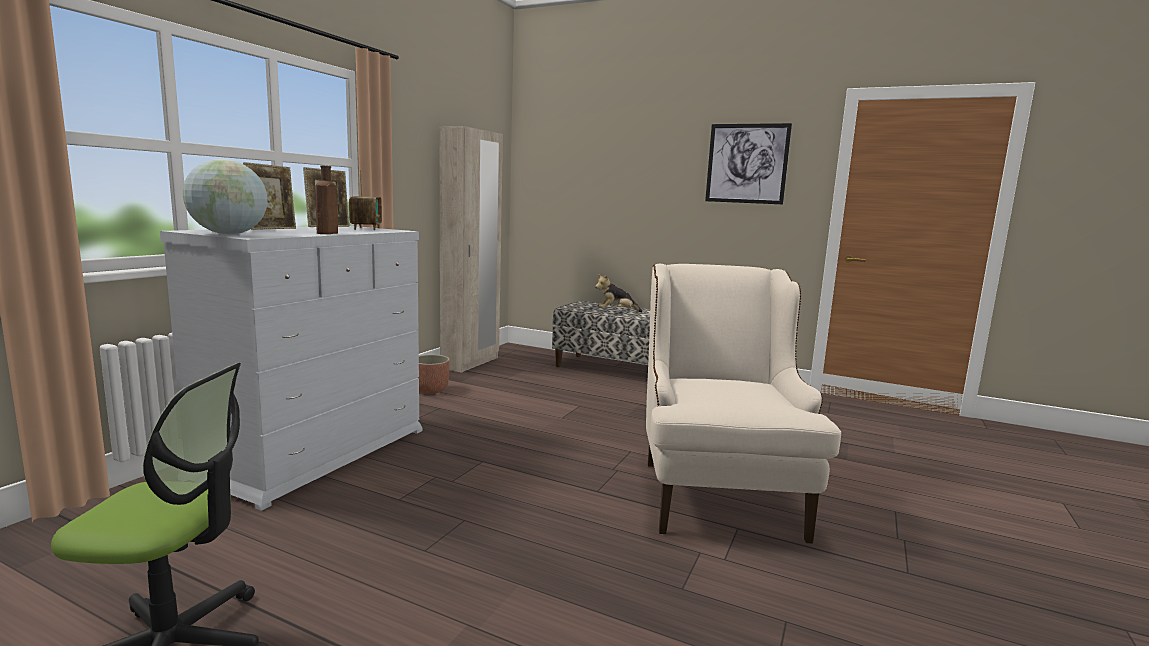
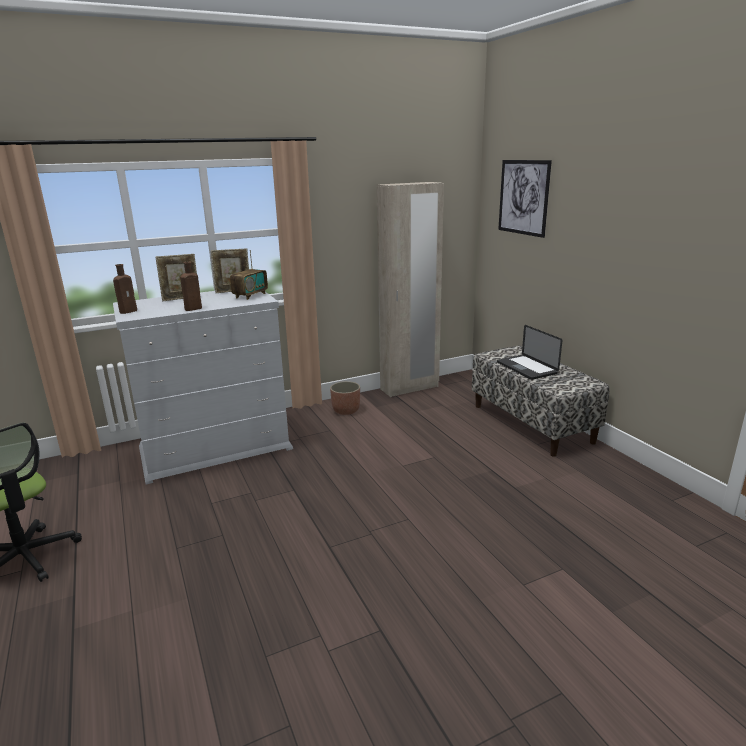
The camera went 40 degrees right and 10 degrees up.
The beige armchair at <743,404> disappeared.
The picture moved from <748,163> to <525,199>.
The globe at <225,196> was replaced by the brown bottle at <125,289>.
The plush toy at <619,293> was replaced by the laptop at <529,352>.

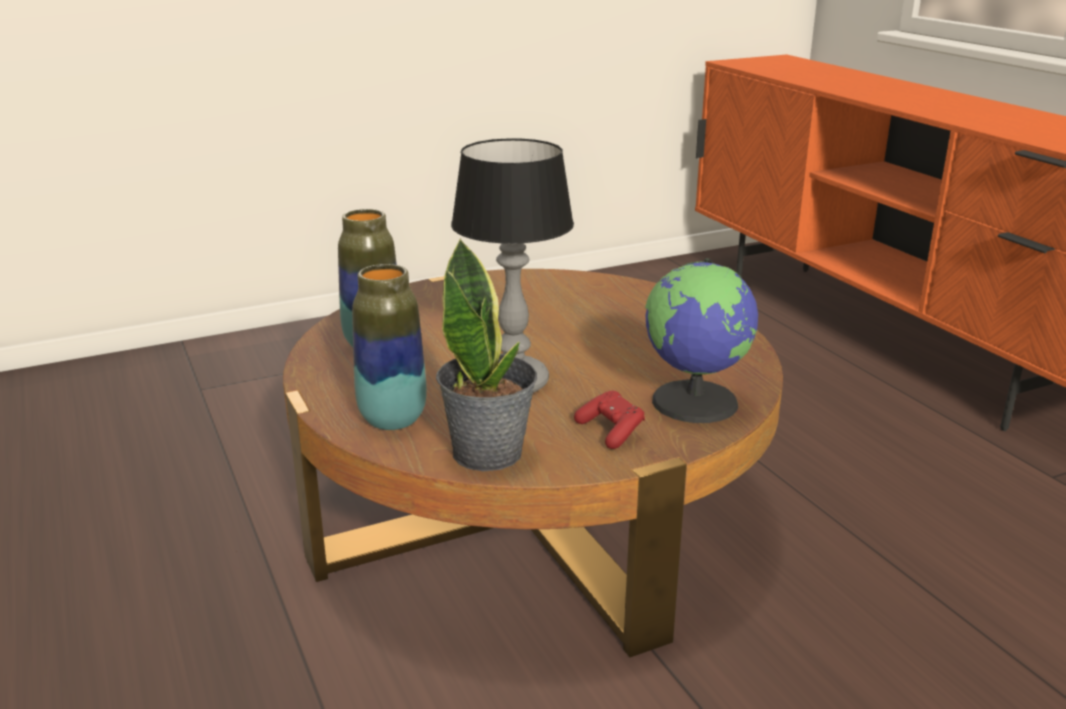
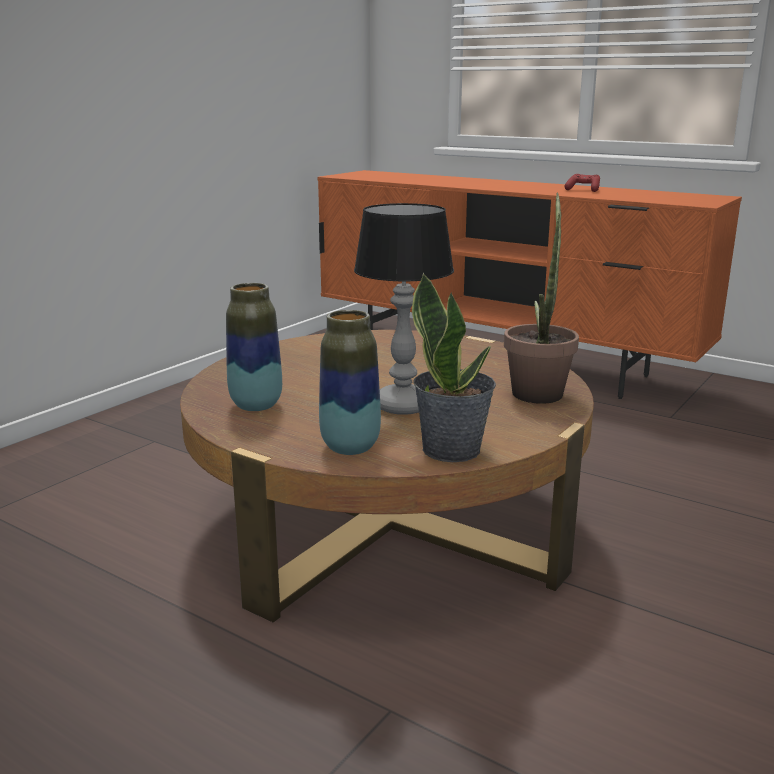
The camera went 30 degrees left and 5 degrees down.
The red game controller moved from <609,420> to <582,183>.
The globe at <702,340> was replaced by the potted plant at <541,298>.

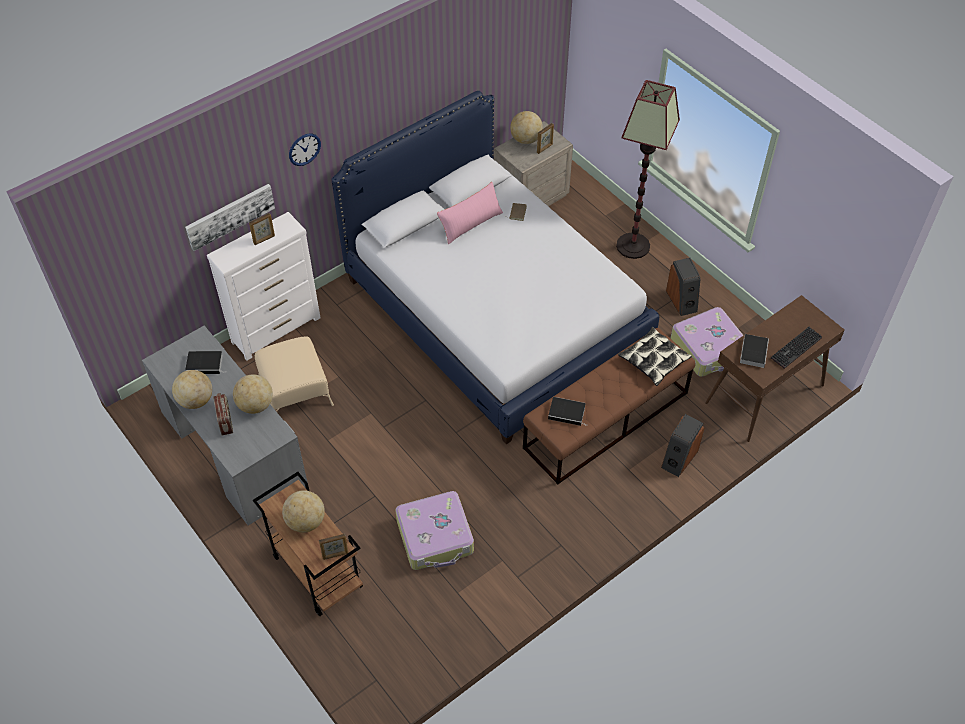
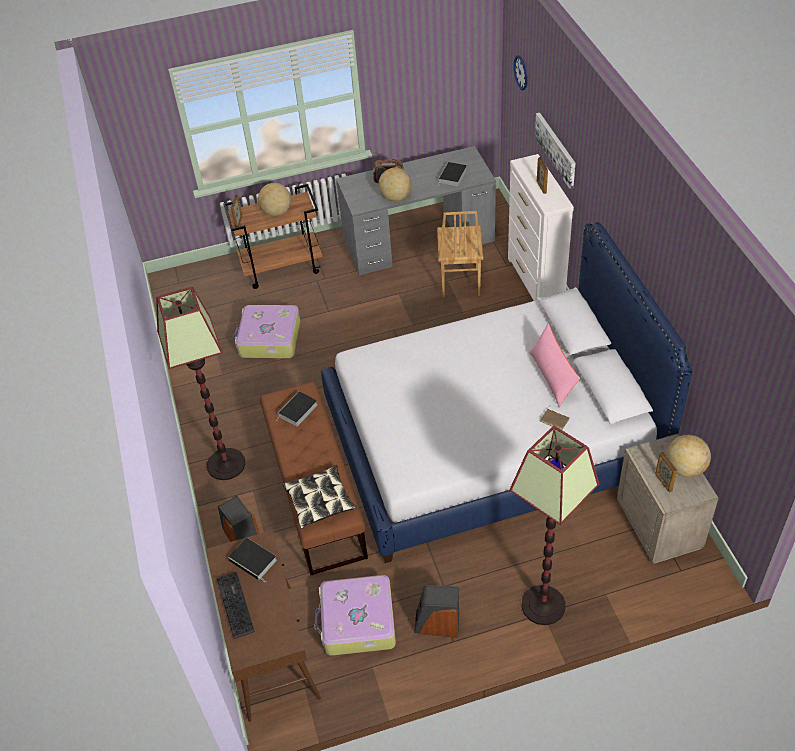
The camera went 115 degrees right and 5 degrees down.
The globe at <192,389> disappeared.
The floor lamp at <200,383> appeared.
The wall clock moved from <305,150> to <520,73>.
The beige ottoman at <294,373> was replaced by the brown chair at <460,254>.

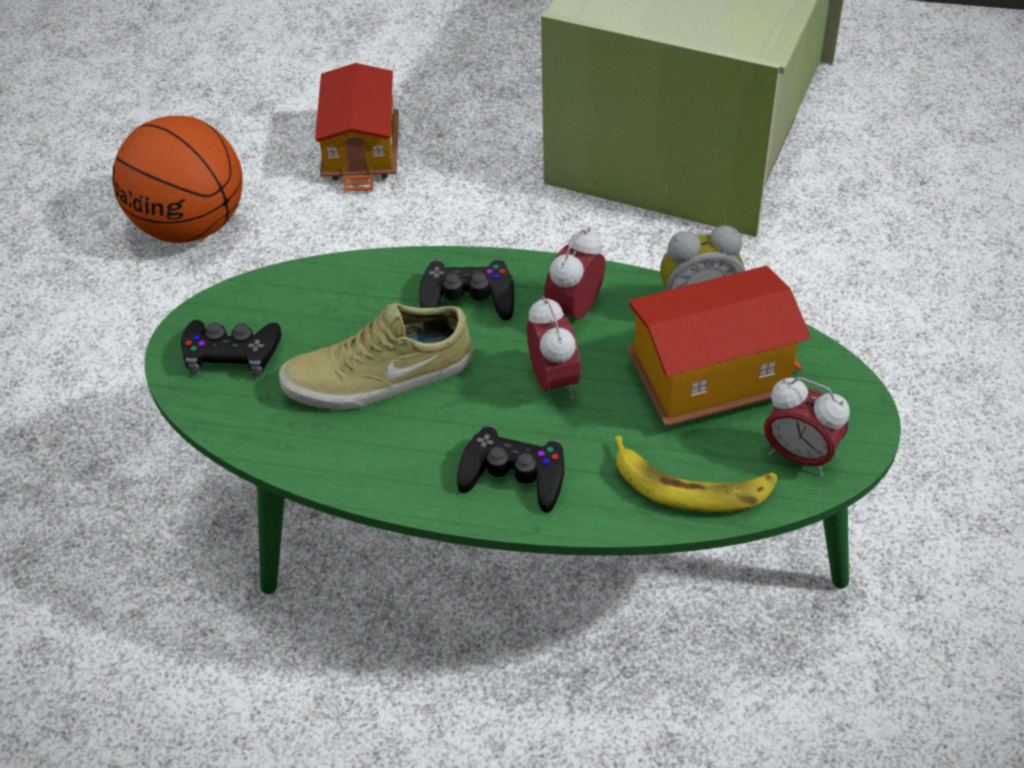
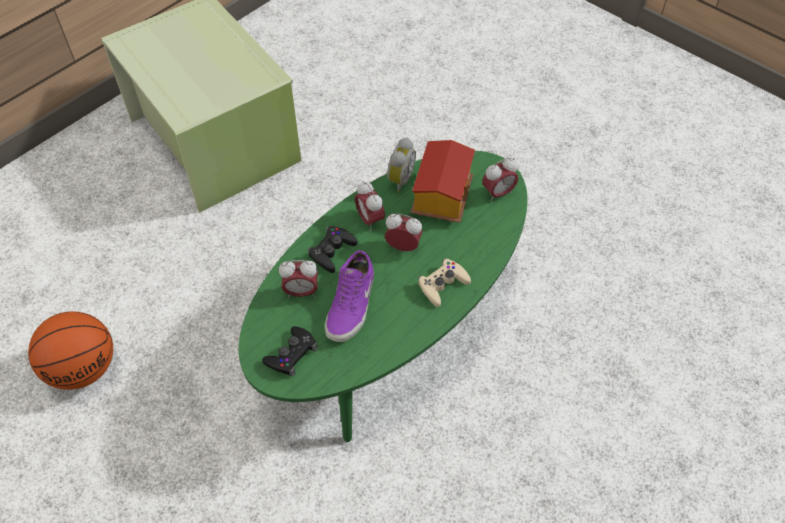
The camera went 60 degrees left and 5 degrees up.
The toy house at <357,128> disappeared.
The banana at <696,474> disappeared.
The alarm clock at <298,279> appeared.
The beige shoe at <376,356> became the purple shoe at <349,296>.
The black game controller at <510,469> became the beige game controller at <444,282>.

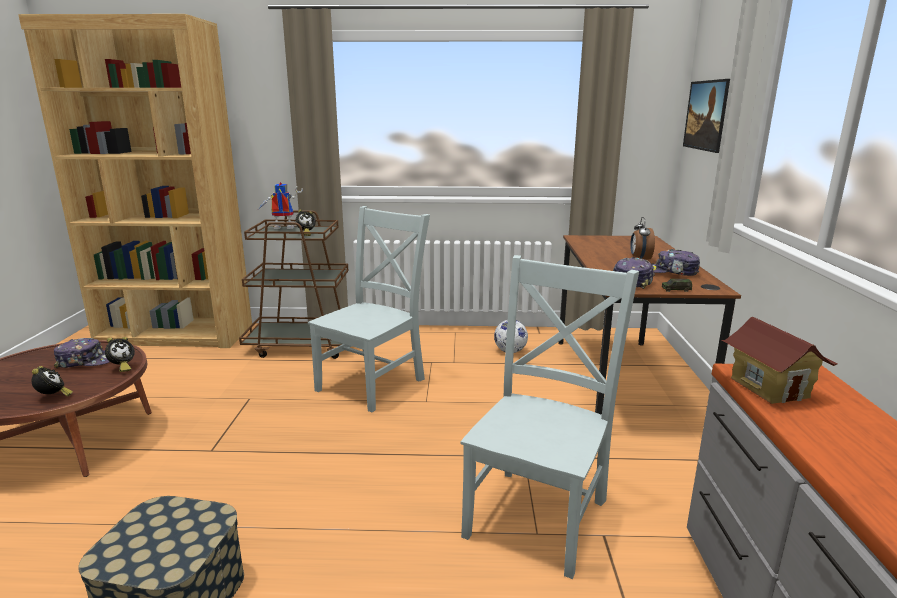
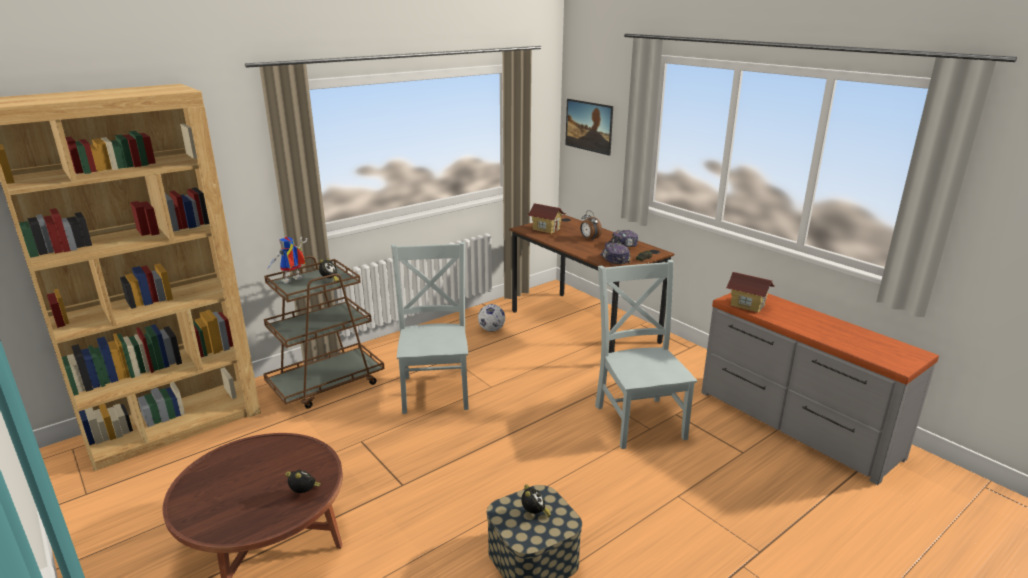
The camera went 40 degrees left and 5 degrees up.
The cap at <82,353> disappeared.
The toy house at <547,218> appeared.
The alarm clock moved from <120,354> to <536,501>.

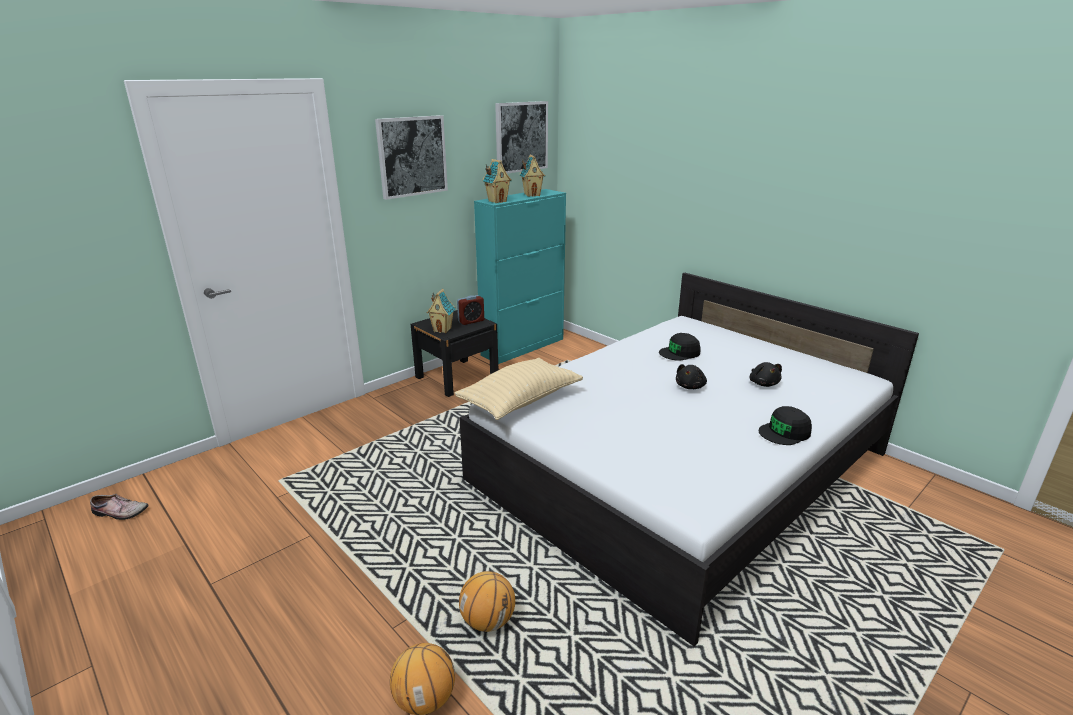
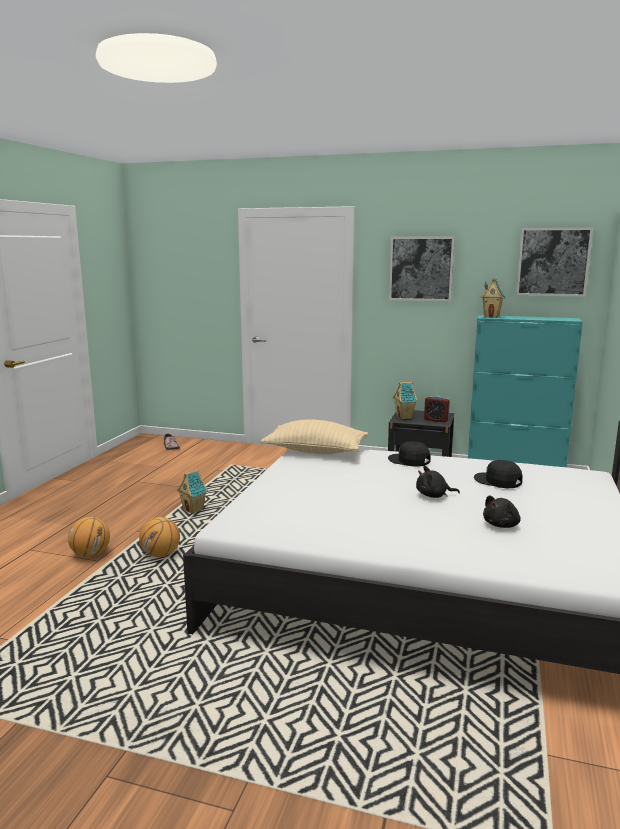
The camera went 60 degrees right and 10 degrees down.
The toy house moved from <533,176> to <192,491>.
The black cap moved from <785,425> to <409,454>.

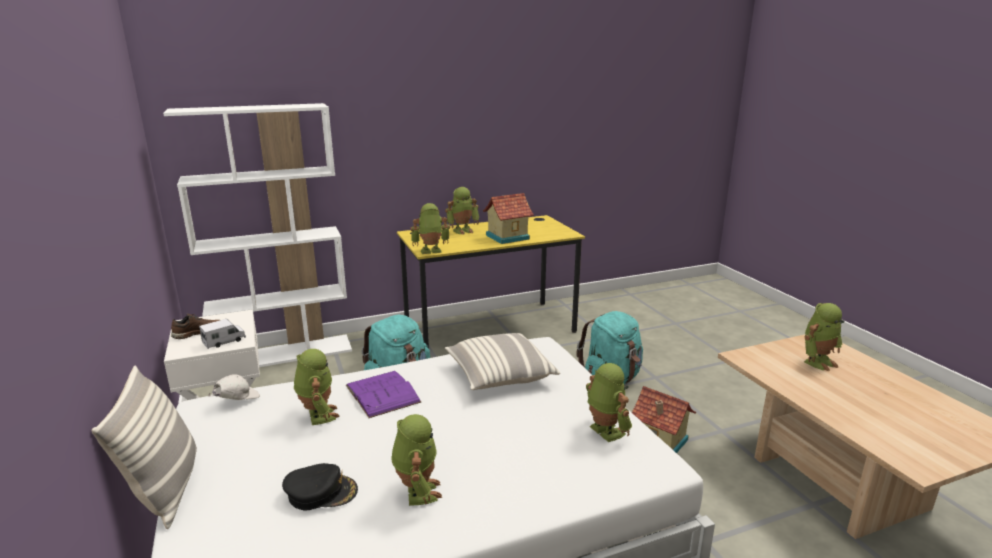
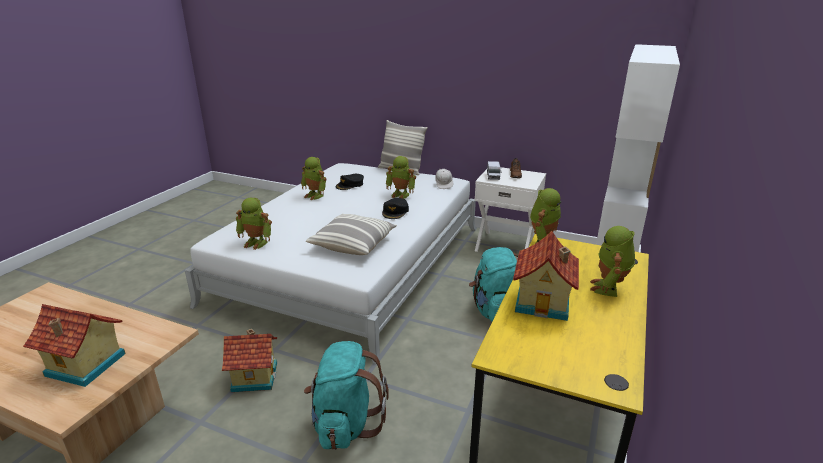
The camera went 135 degrees right and 5 degrees up.
The purple book at <383,394> was replaced by the black cap at <395,208>.
The toy robot at <824,337> was replaced by the toy house at <74,345>.

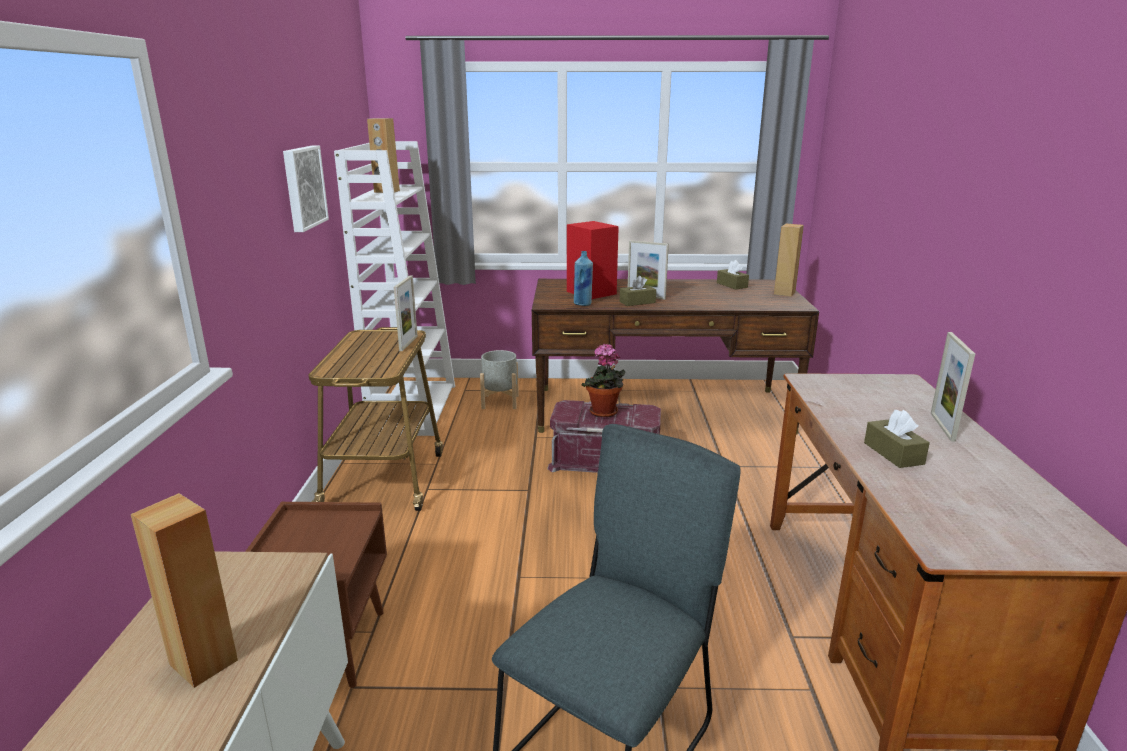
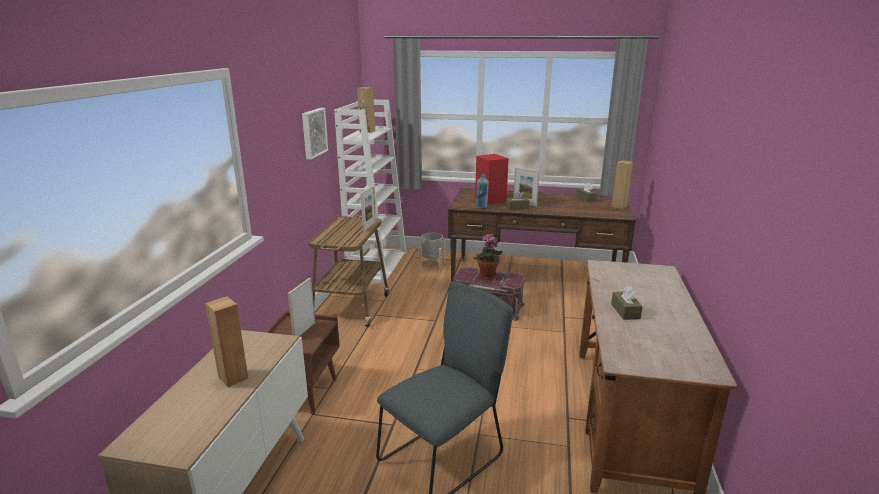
The camera went 10 degrees right and 0 degrees up.
The picture frame moved from <953,387> to <301,307>.

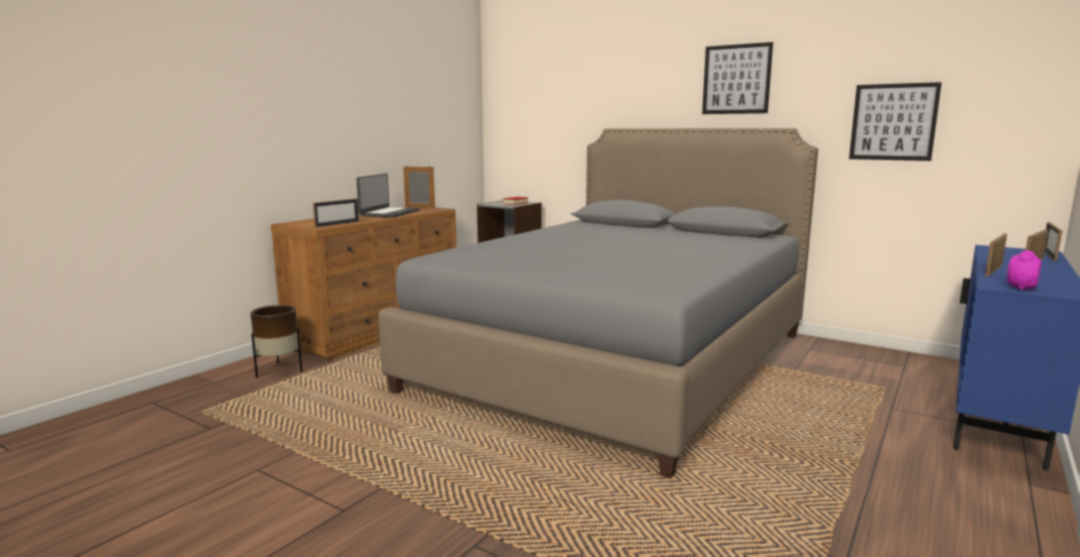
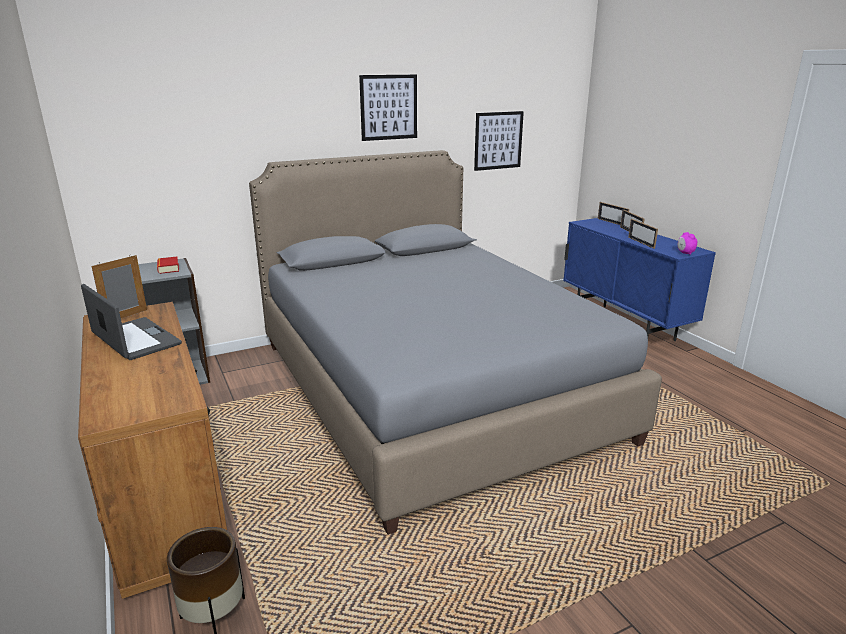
The camera went 60 degrees left and 10 degrees up.
The picture frame at <336,212> disappeared.

